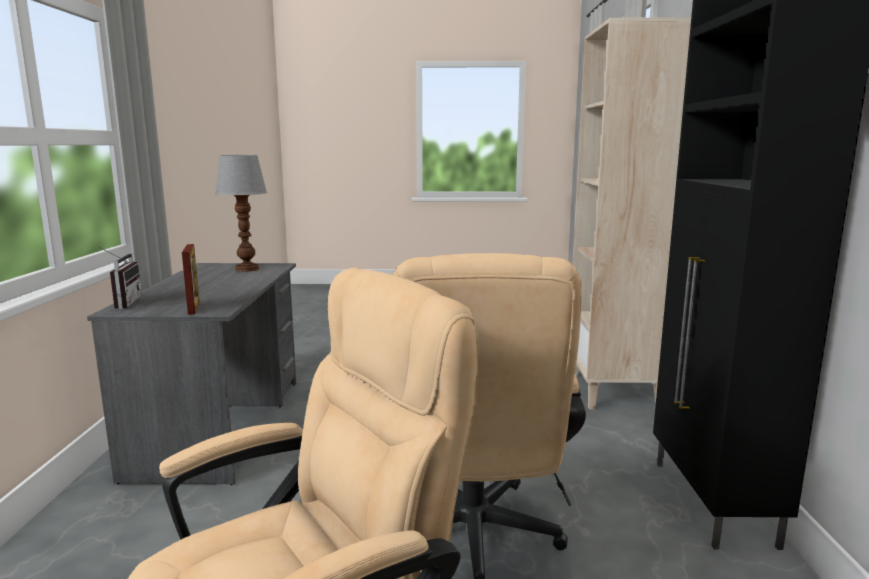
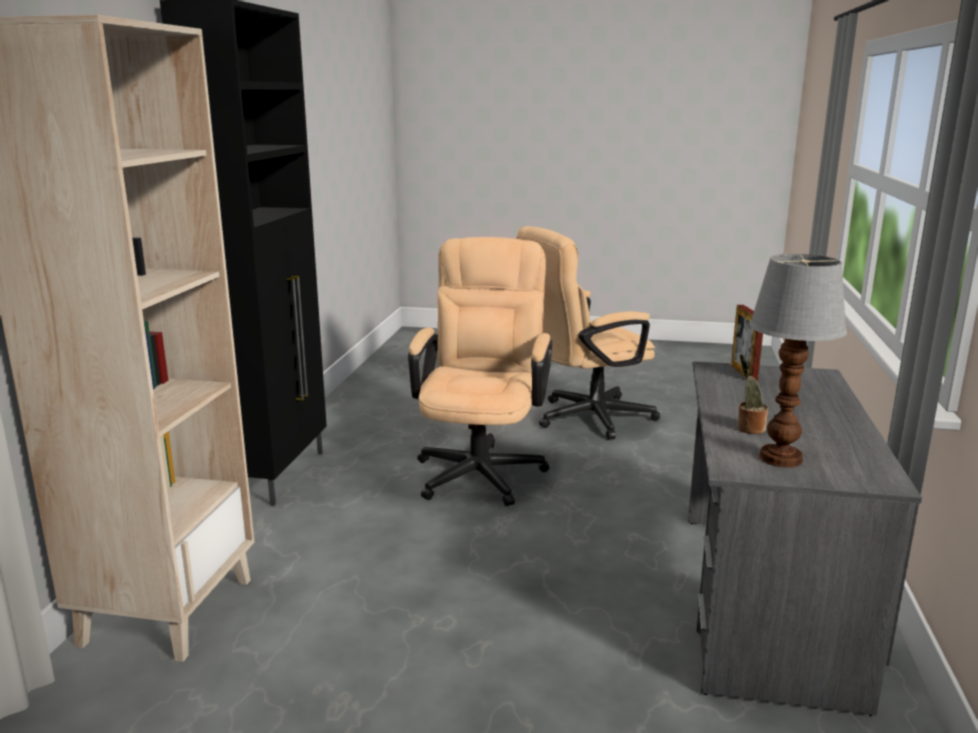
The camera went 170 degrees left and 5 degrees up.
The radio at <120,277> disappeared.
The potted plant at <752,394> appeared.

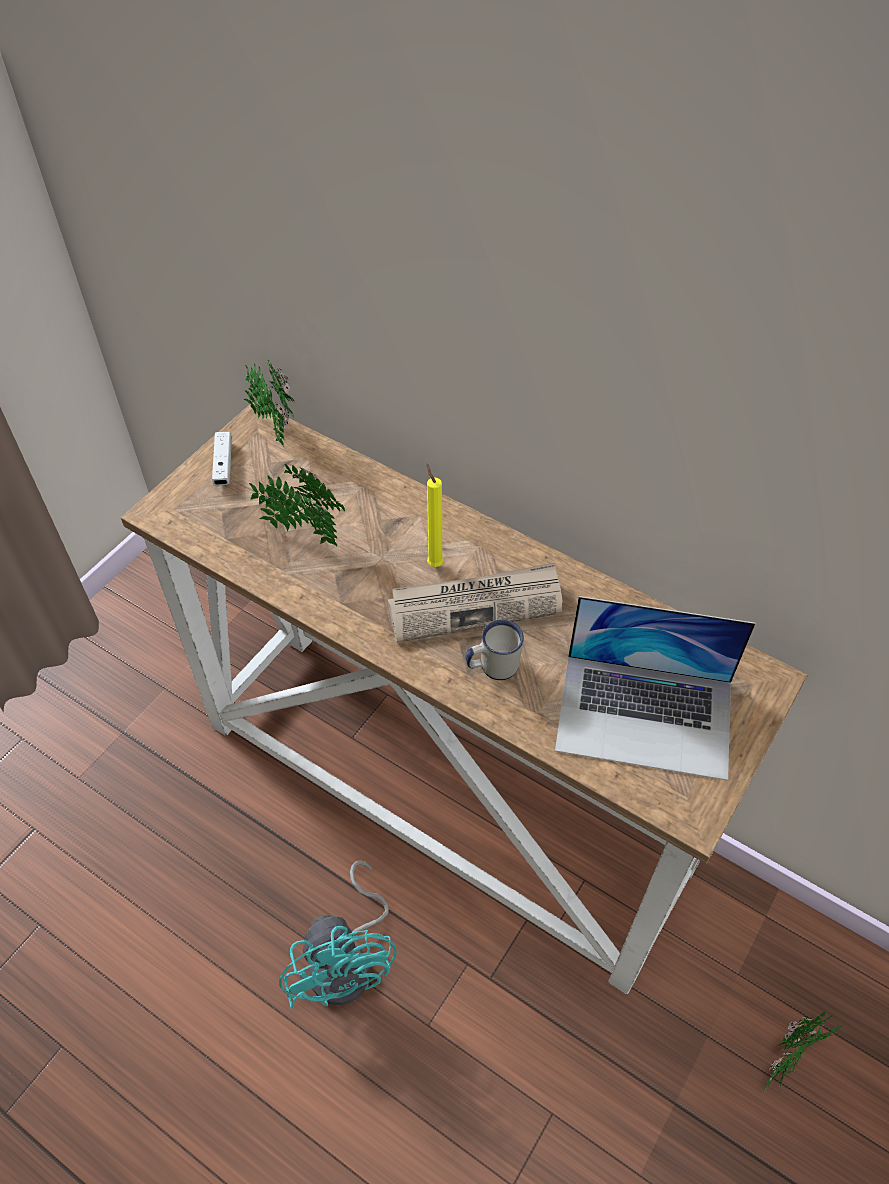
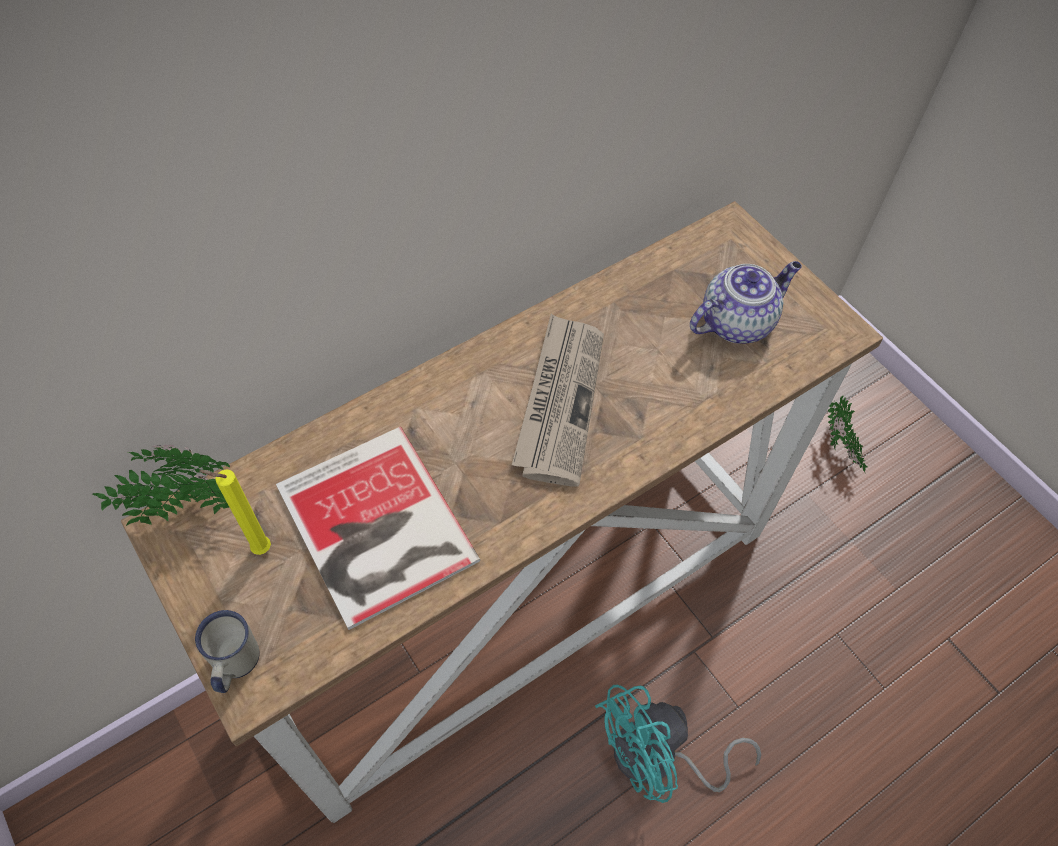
The camera went 70 degrees left and 5 degrees up.
The white game controller at <221,458> disappeared.
The yellow candle moved from <435,515> to <235,512>.
The white mug moved from <494,650> to <227,651>.
The potted plant at <297,504> was replaced by the book at <378,528>.
The laptop at <655,688> was replaced by the teapot at <746,302>.
The turquoise fan at <338,934> turned 150 degrees clockwise.

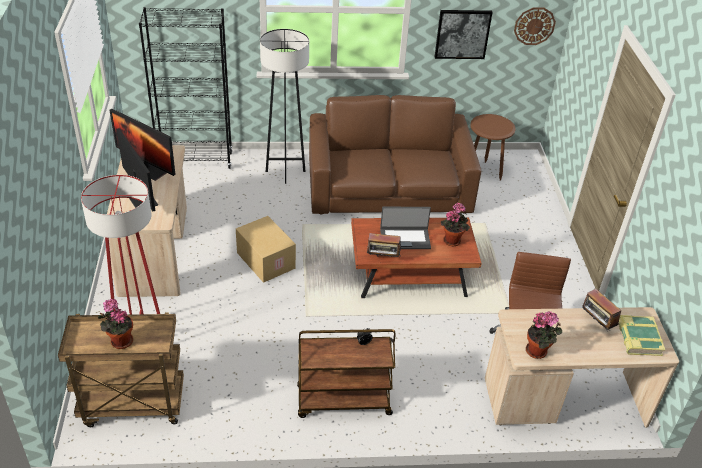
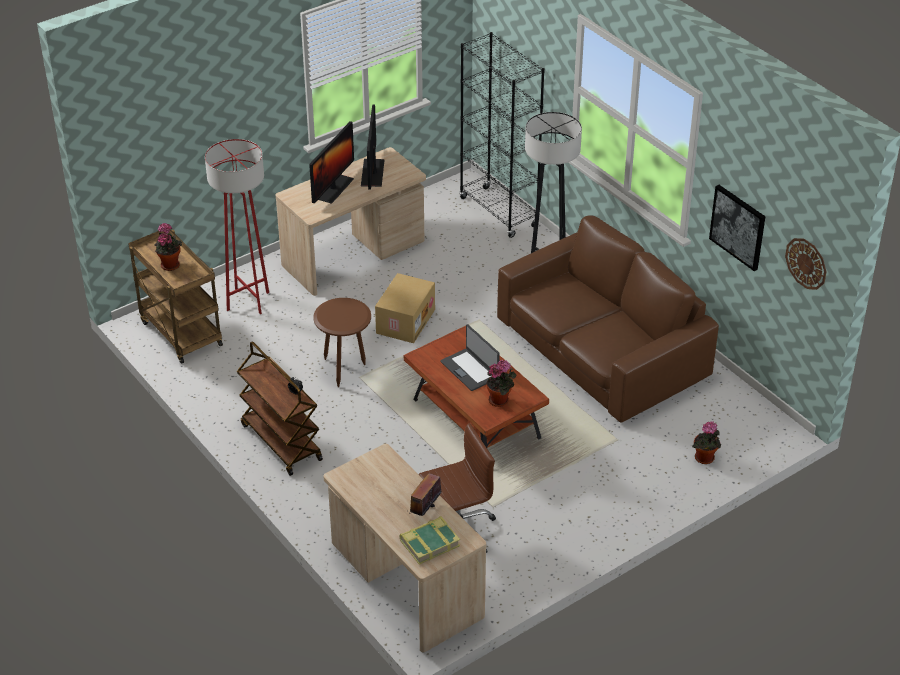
The camera went 60 degrees right and 0 degrees up.
The radio at <384,247> disappeared.
The brown side table moved from <492,147> to <342,342>.
The potted plant moved from <544,335> to <706,442>.

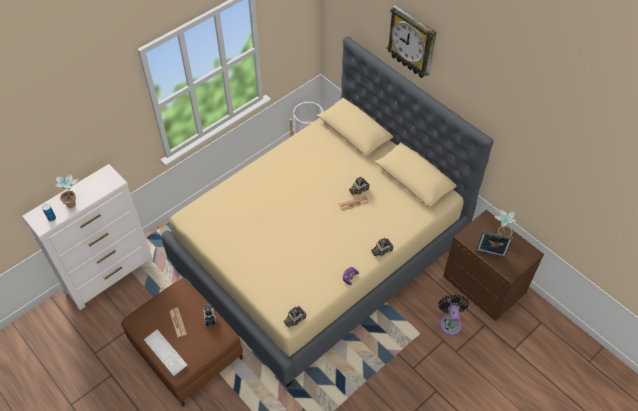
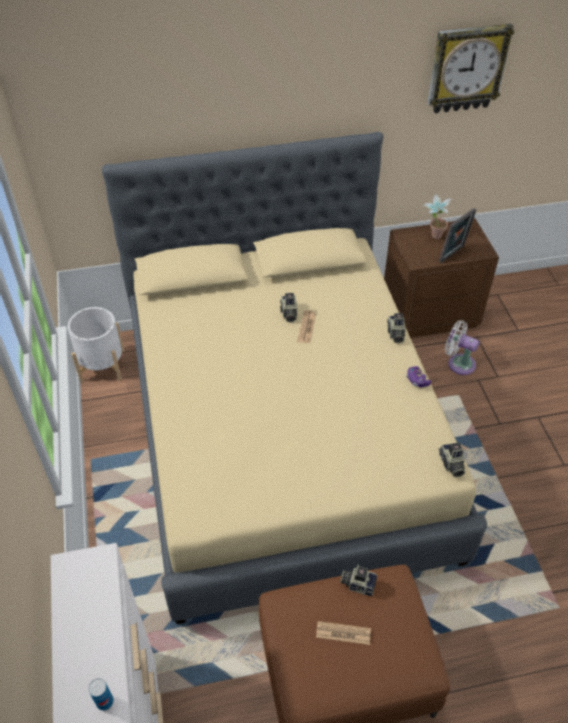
The camera went 60 degrees left and 5 degrees down.
The potted plant at <66,190> disappeared.
The keyboard at <166,353> disappeared.
The wall clock moved from <411,41> to <470,68>.
The black fan at <453,315> became the white fan at <462,347>.

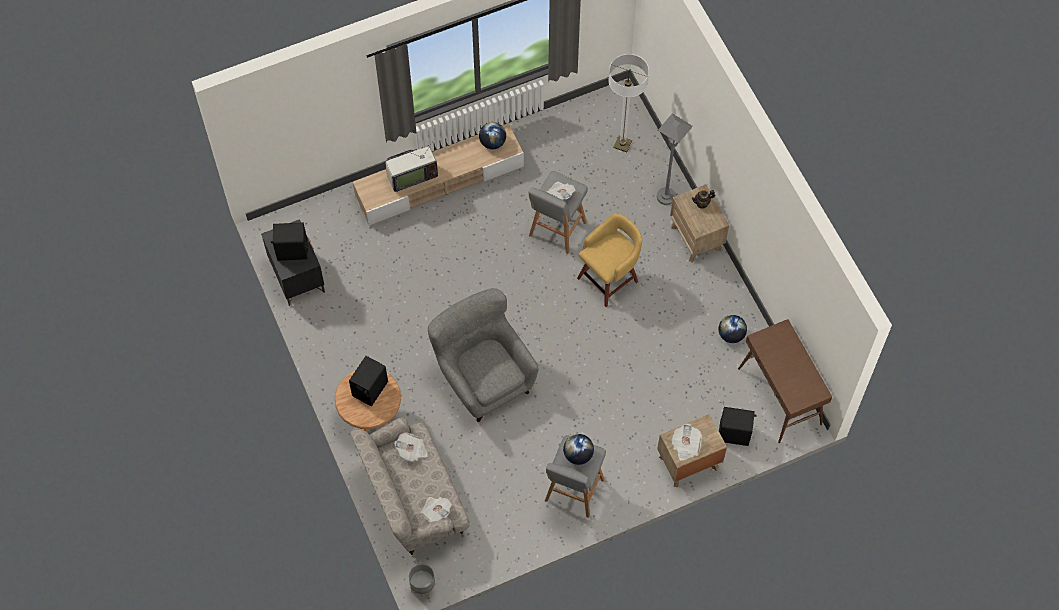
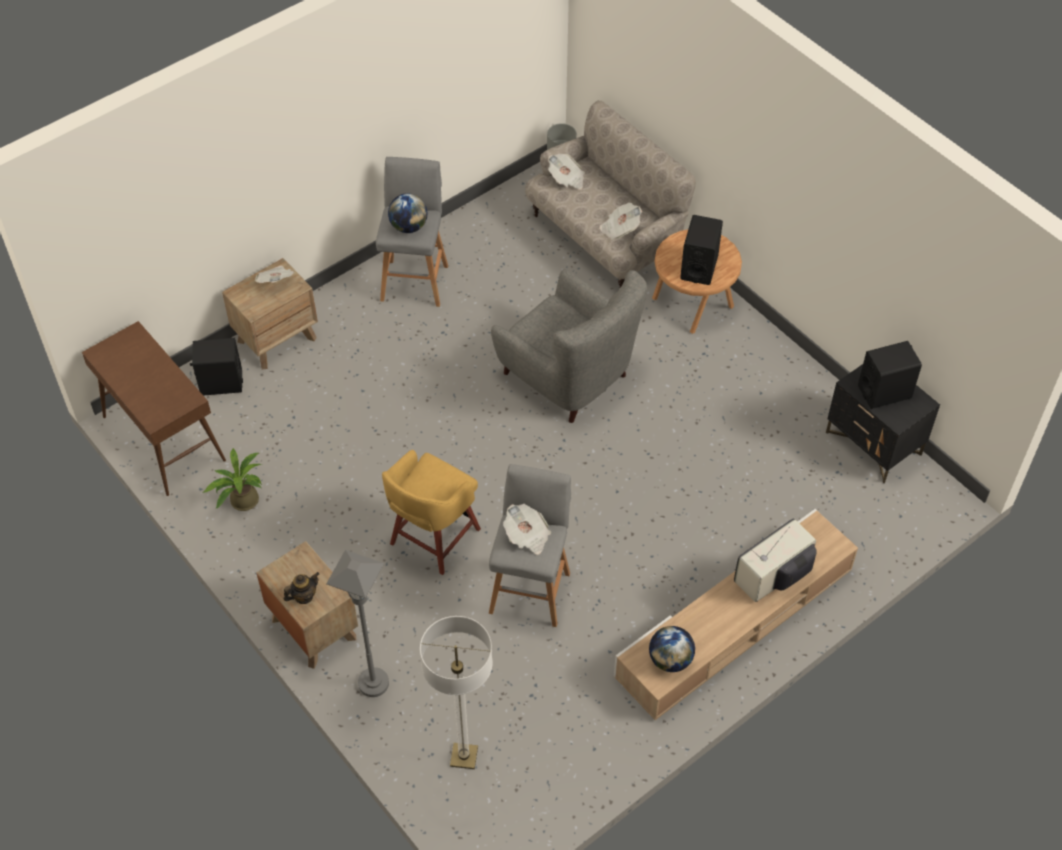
The camera went 165 degrees right and 10 degrees down.
The globe at <732,329> was replaced by the potted plant at <233,479>.

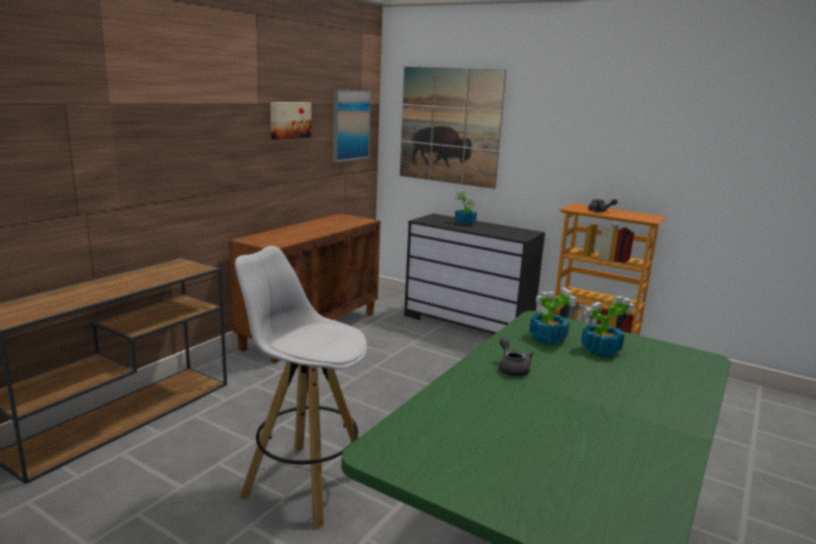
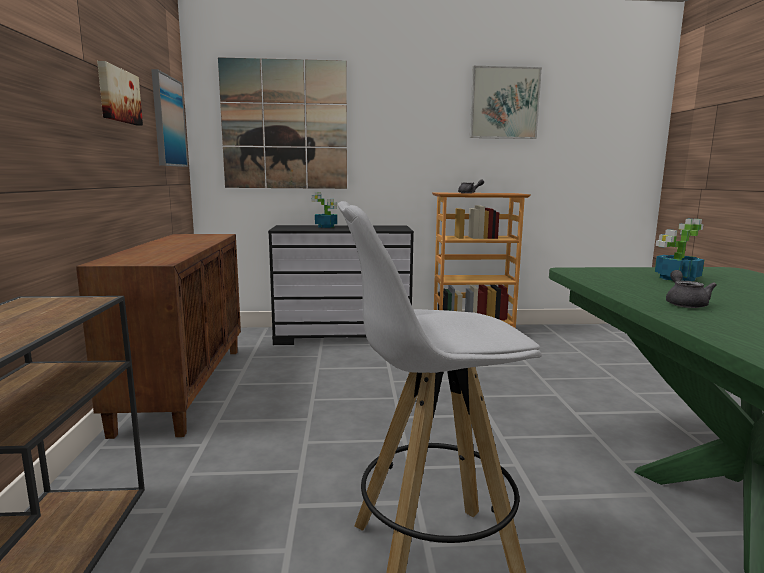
The camera went 35 degrees left and 5 degrees down.
The potted plant at <553,316> disappeared.
The picture at <506,102> appeared.
The grey teapot at <516,356> turned 60 degrees clockwise.

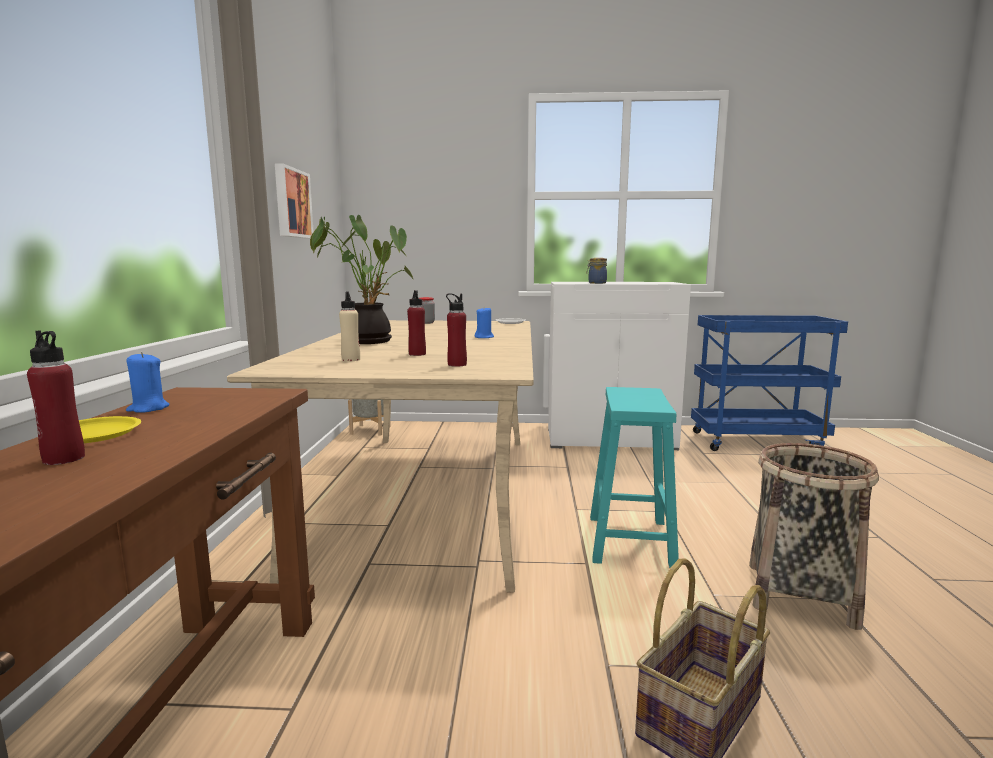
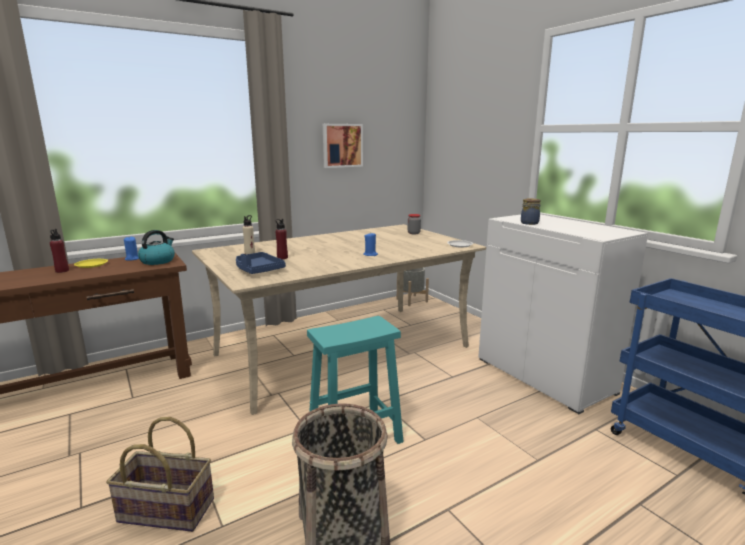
The camera went 55 degrees right and 5 degrees up.
The potted plant at <362,279> disappeared.
The kettle at <156,247> appeared.
The red bottle at <456,330> was replaced by the blue tray at <261,263>.

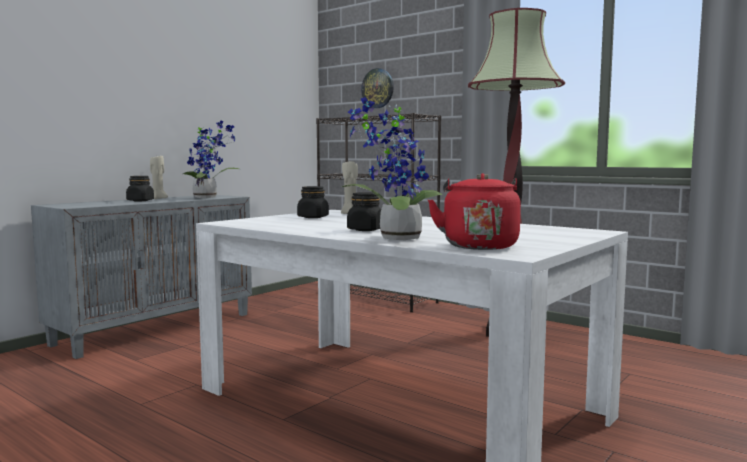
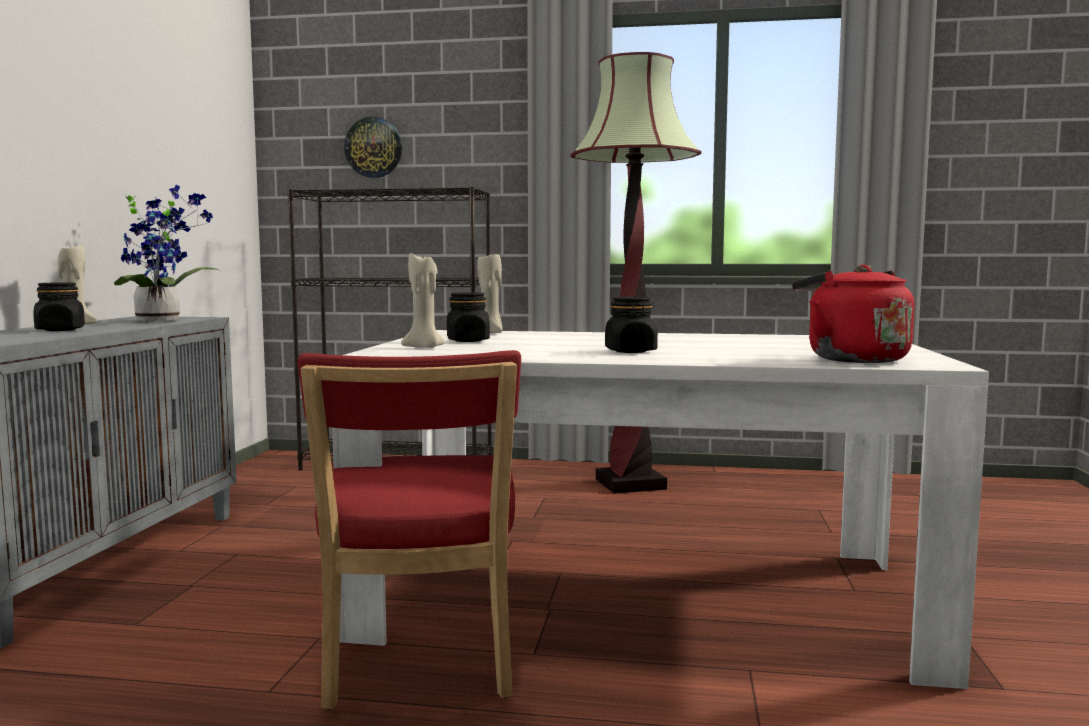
The camera went 30 degrees left and 0 degrees up.
The potted plant at <392,168> disappeared.
The red chair at <409,530> appeared.
The beige candle at <423,300> appeared.

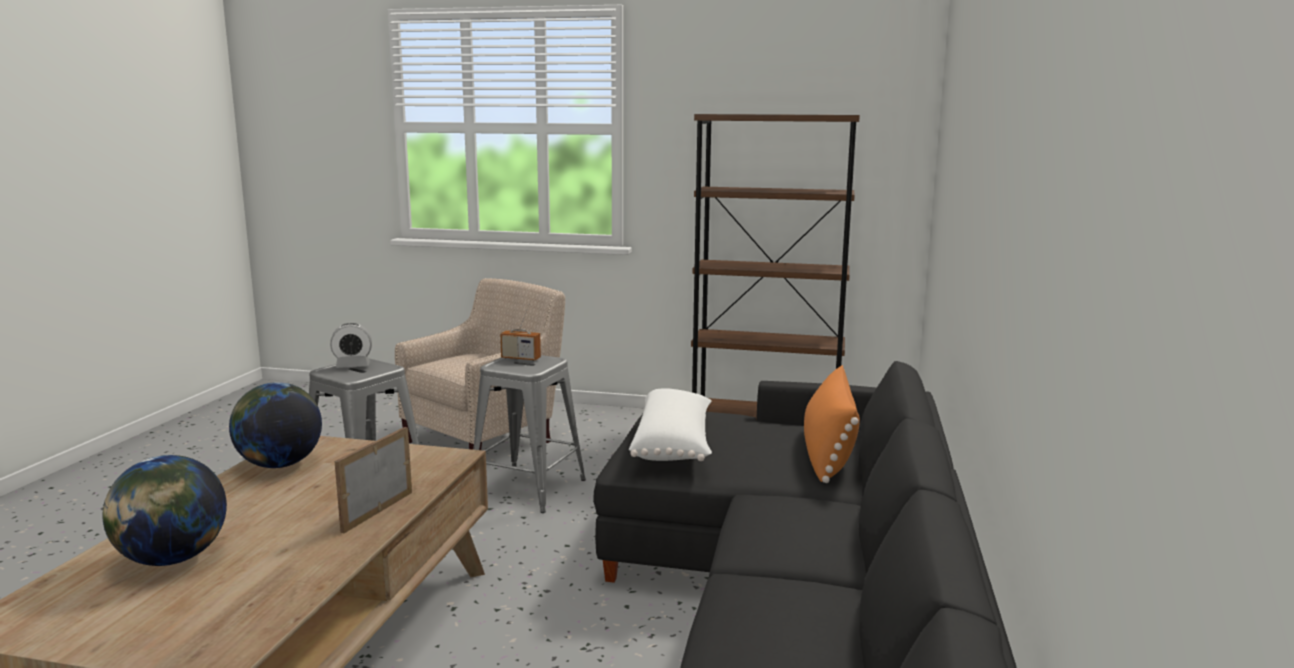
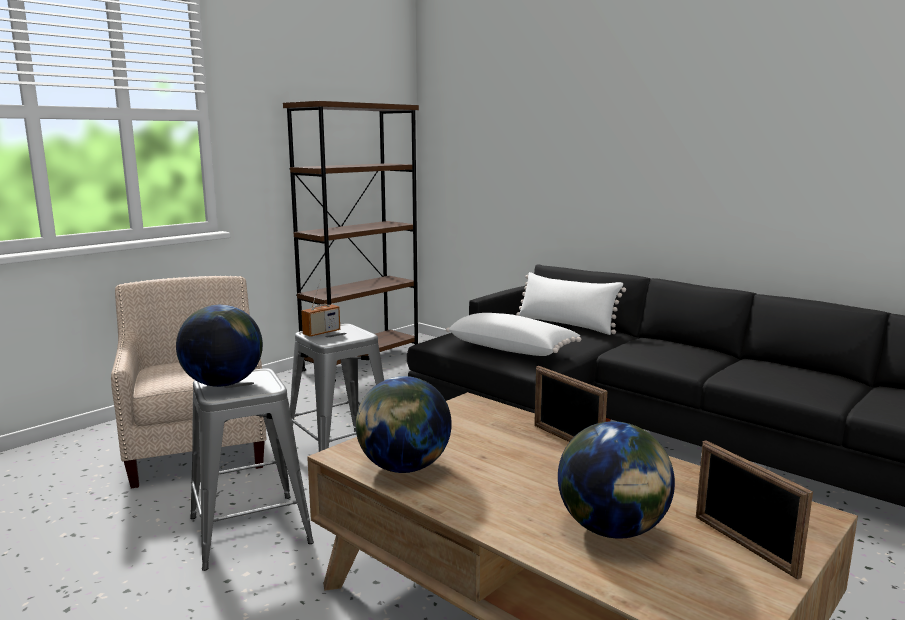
The camera went 60 degrees left and 0 degrees up.
The picture frame at <754,510> appeared.
The alarm clock at <351,345> was replaced by the globe at <219,346>.
The orange pillow at <832,424> became the white pillow at <571,303>.

